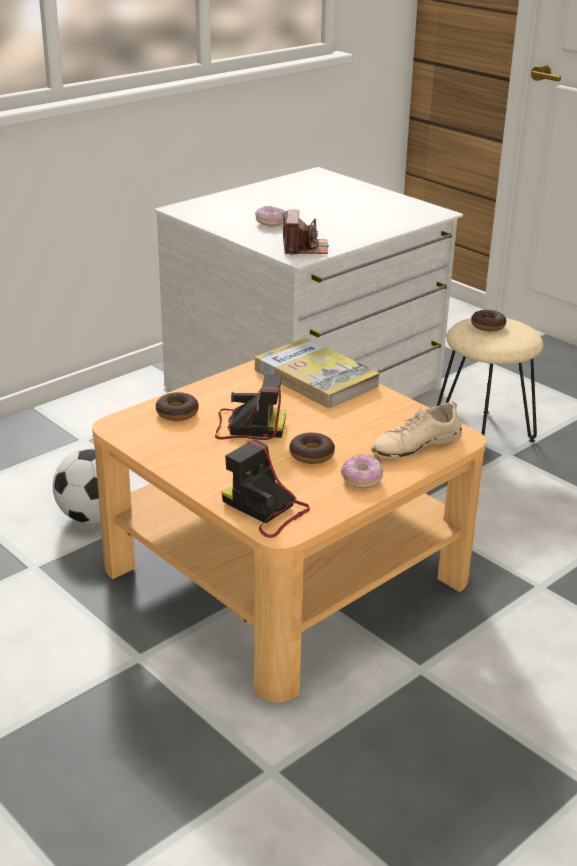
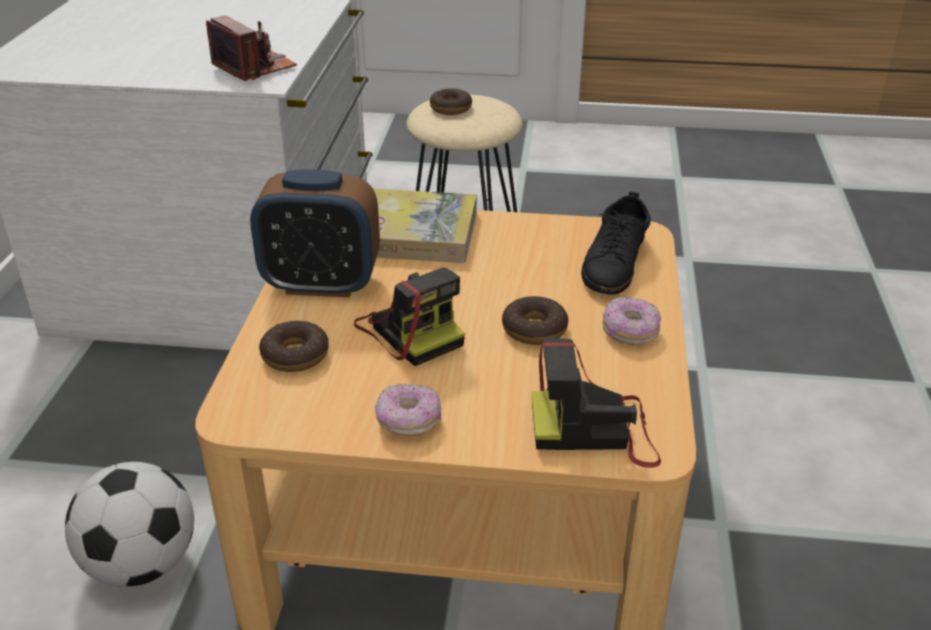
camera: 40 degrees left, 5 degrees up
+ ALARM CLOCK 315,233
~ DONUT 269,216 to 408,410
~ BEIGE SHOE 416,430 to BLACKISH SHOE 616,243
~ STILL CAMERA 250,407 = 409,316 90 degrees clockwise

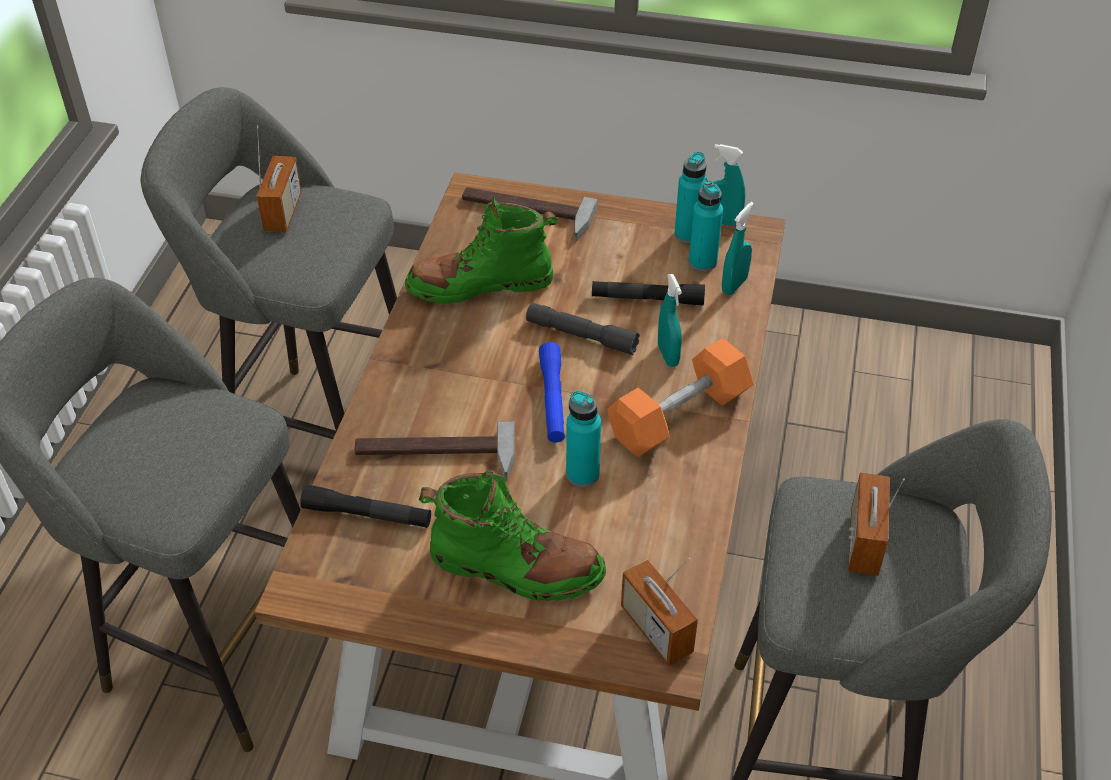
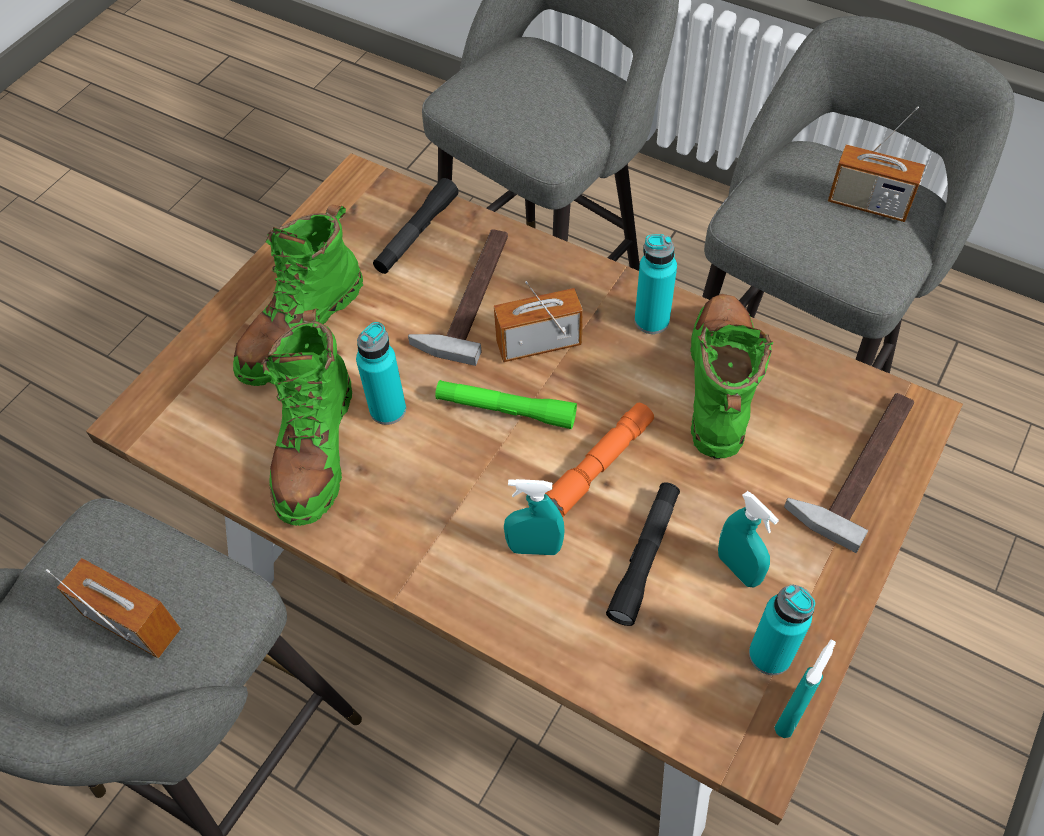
camera: 110 degrees right, 10 degrees up
- ORANGE FREE WEIGHT 680,397
+ GREENISH BOOT 306,417
~ RADIO 659,611 to 538,321
~ BLUE-GREEN DRINK BOTTLE 706,226 to 656,284
~ BLUE-GREEN SPRAYER 738,248 to 748,539
~ GREYISH FLASHLIGHT 583,329 to ORANGE FLASHLIGHT 599,460
~ BLUE FLASHLIGHT 552,392 to GREENISH FLASHLIGHT 506,404

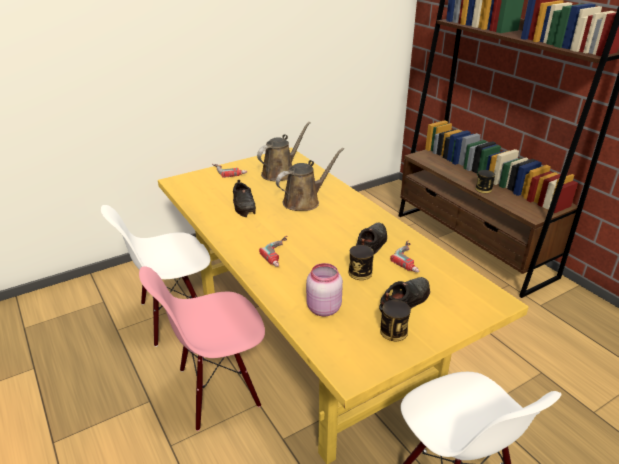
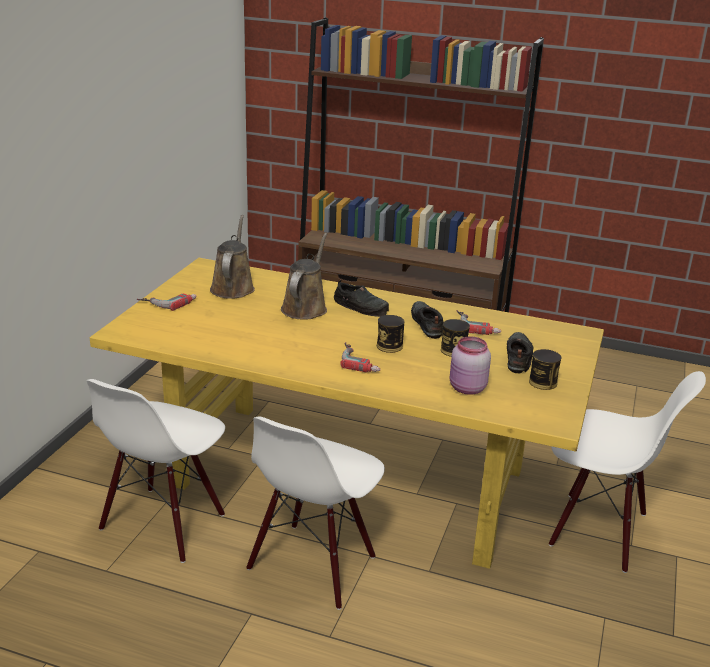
camera: 40 degrees left, 5 degrees down
~ BLACKISH SHOE 244,198 to 361,298
~ CAN 485,181 to 390,334
~ PINKISH CHAIR 202,348 to WHITE CHAIR 315,513

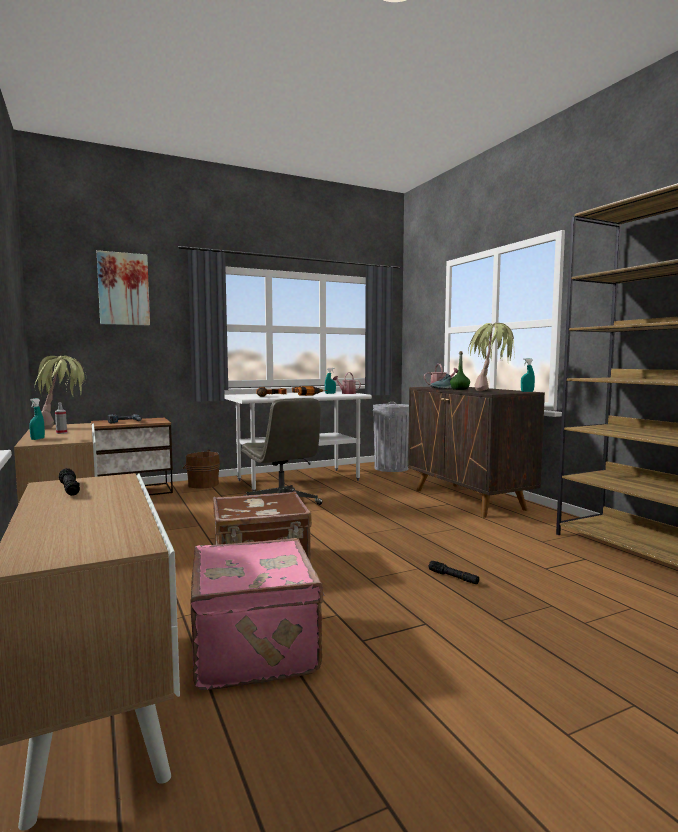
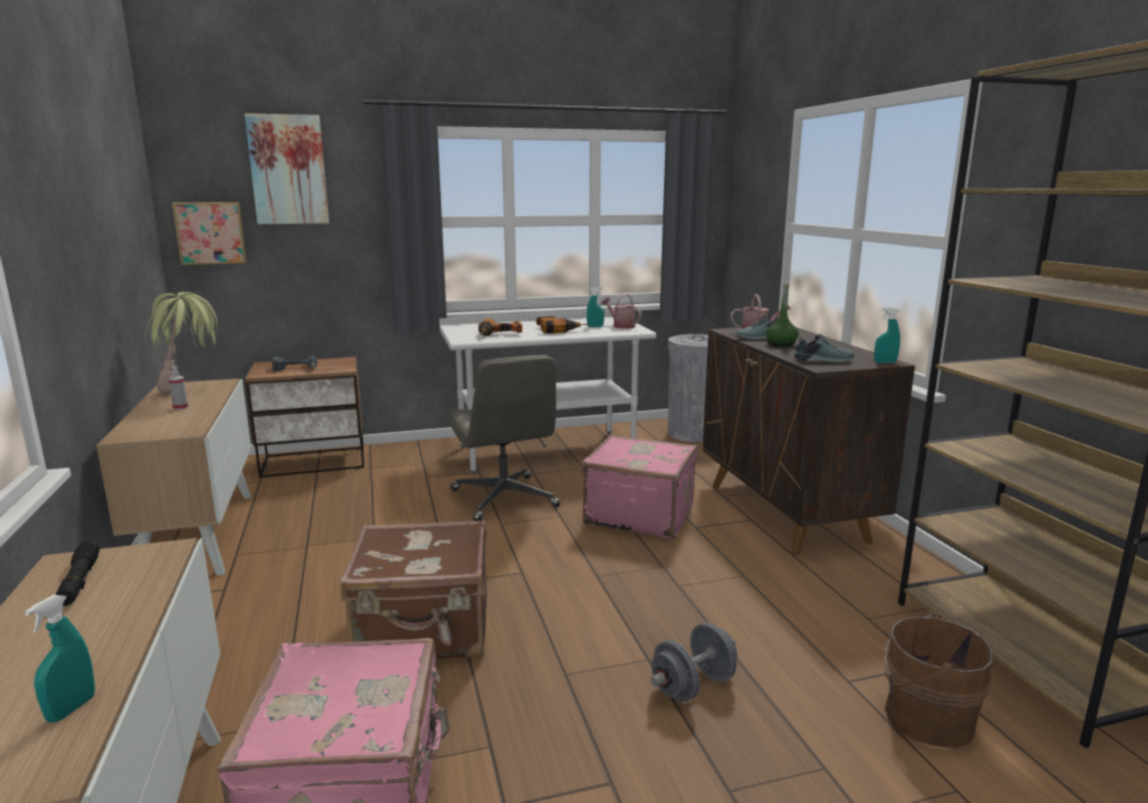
camera: 10 degrees right, 10 degrees up
+ WALL ART 209,233
+ PINKISH TRAVEL CASE 640,487
~ BLUE-GREEN SPRAYER 37,419 to 60,658
~ BROWN-COLOURED WATER BUCKET 201,469 to 938,680
~ BLACKISH FLASHLIGHT 454,572 to GREYISH FREE WEIGHT 694,662
~ HOUSEPLANT 491,357 to SHOE 824,348

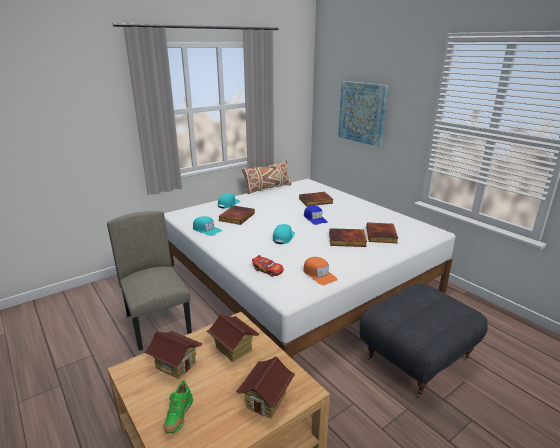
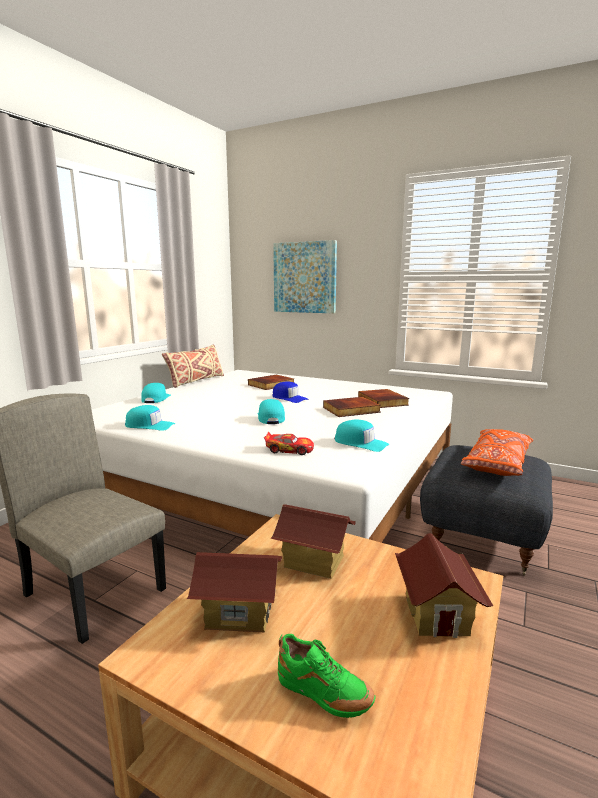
camera: 25 degrees left, 10 degrees down
- VOLUME 236,215
+ ORANGE CUSHION 497,452
~ ORANGE CAP 320,271 to BLUE-GREEN CAP 361,436
~ GREENISH SHOE 178,407 = 326,676 45 degrees counterclockwise

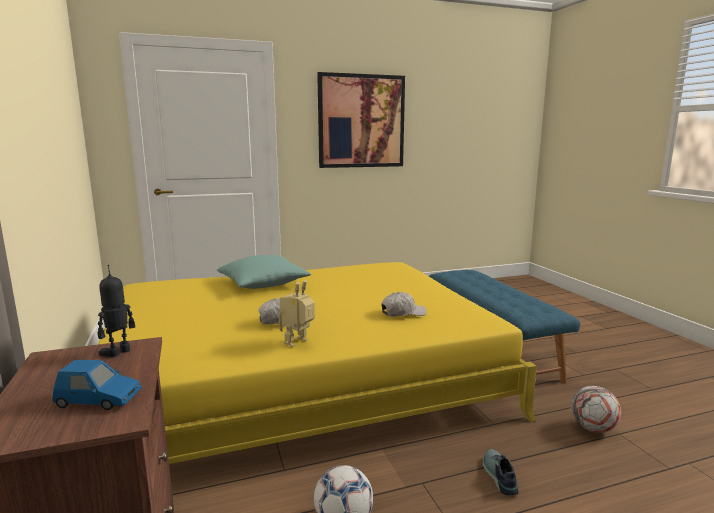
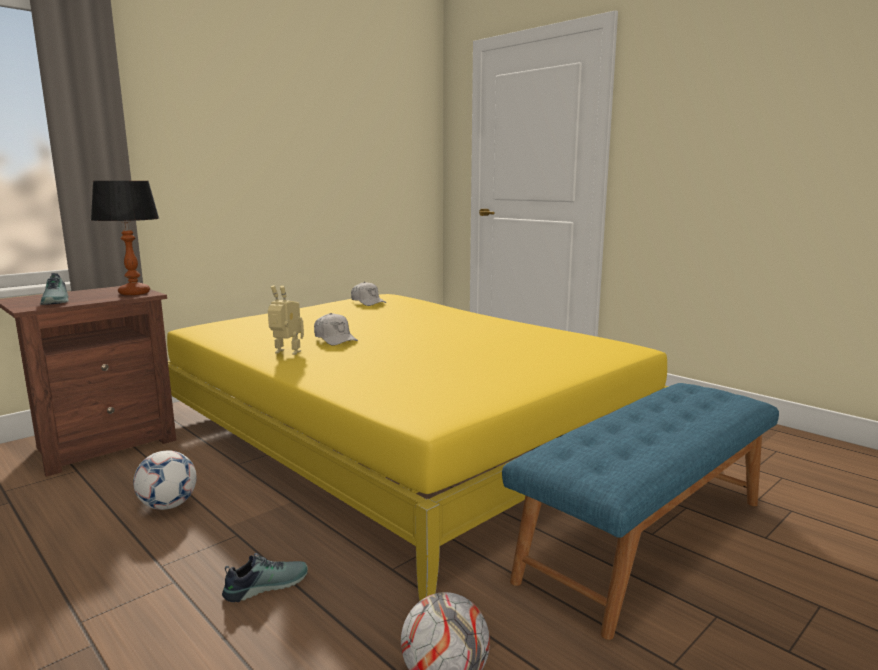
camera: 65 degrees right, 0 degrees up
- BLUE-GREEN CUSHION 264,272
- WALL ART 361,120
~ WHITE CAP 404,304 to 368,294
~ BLUE MINIATURE CAR 97,385 to SHOE 54,289
~ ROBOT FIGURE 116,311 to TABLETOP LAMP 125,238

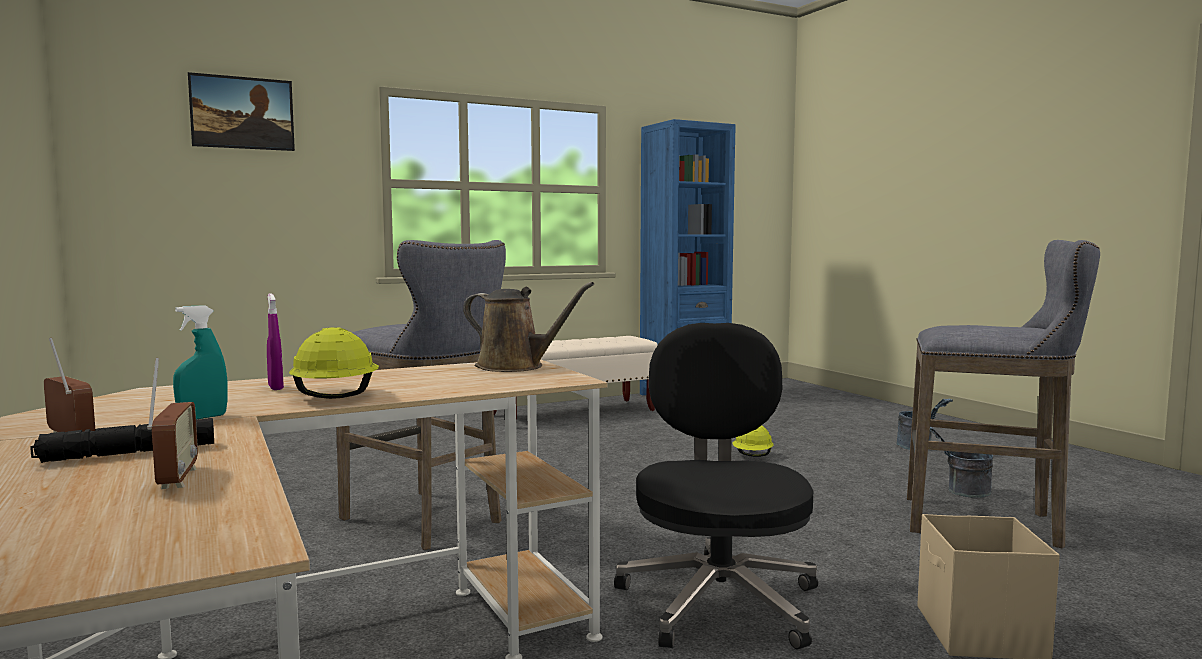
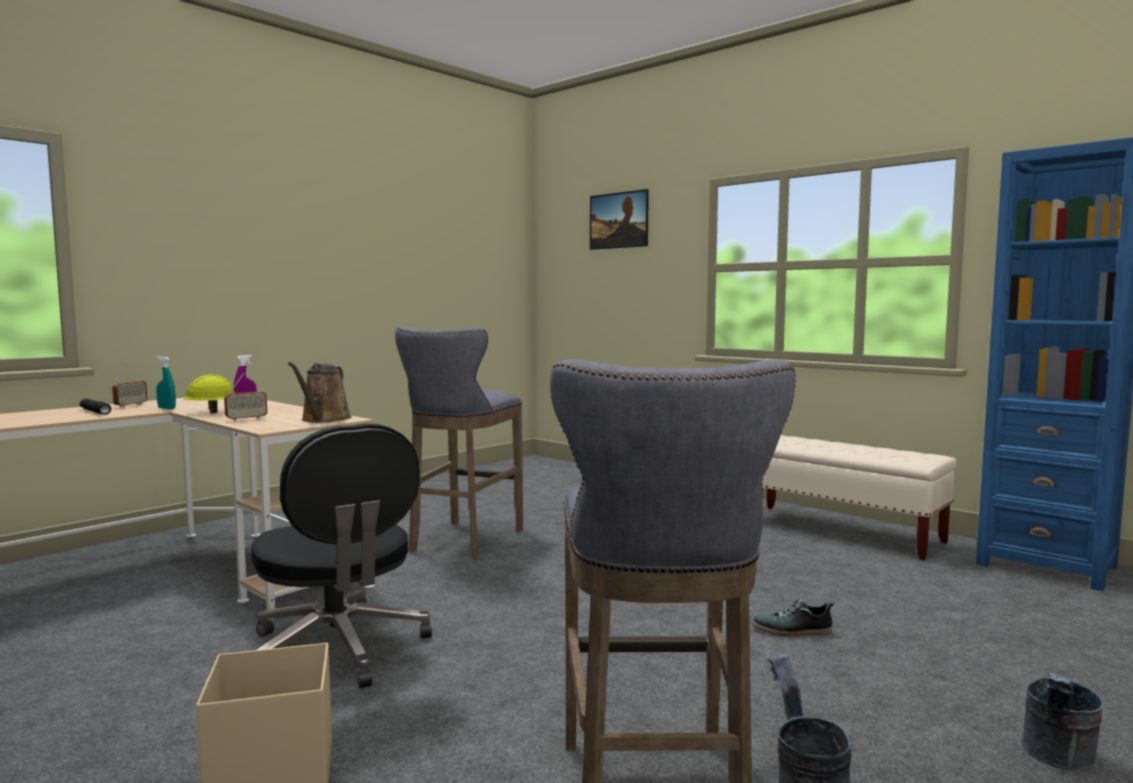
camera: 70 degrees right, 0 degrees up
~ RADIO 172,423 to 245,397
~ YELLOW SAFETY HELMET 753,441 to SHOE 793,617
~ BLACKISH DESK CHAIR 716,486 = 341,556 75 degrees clockwise

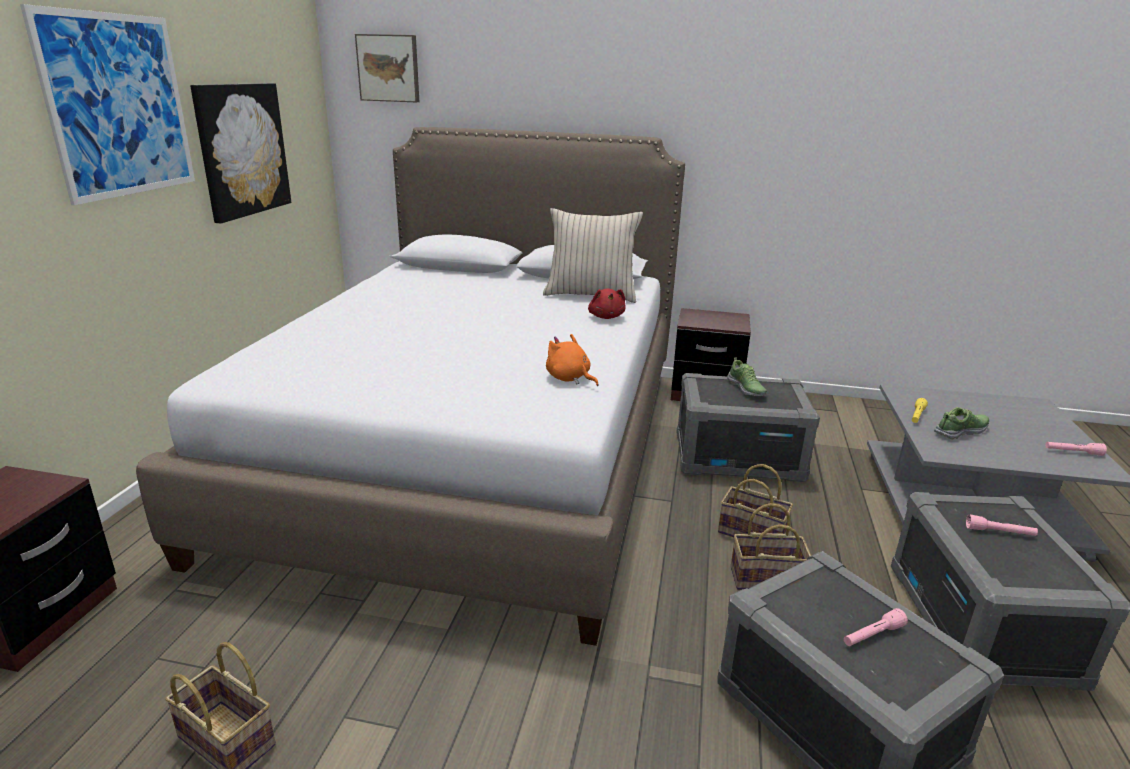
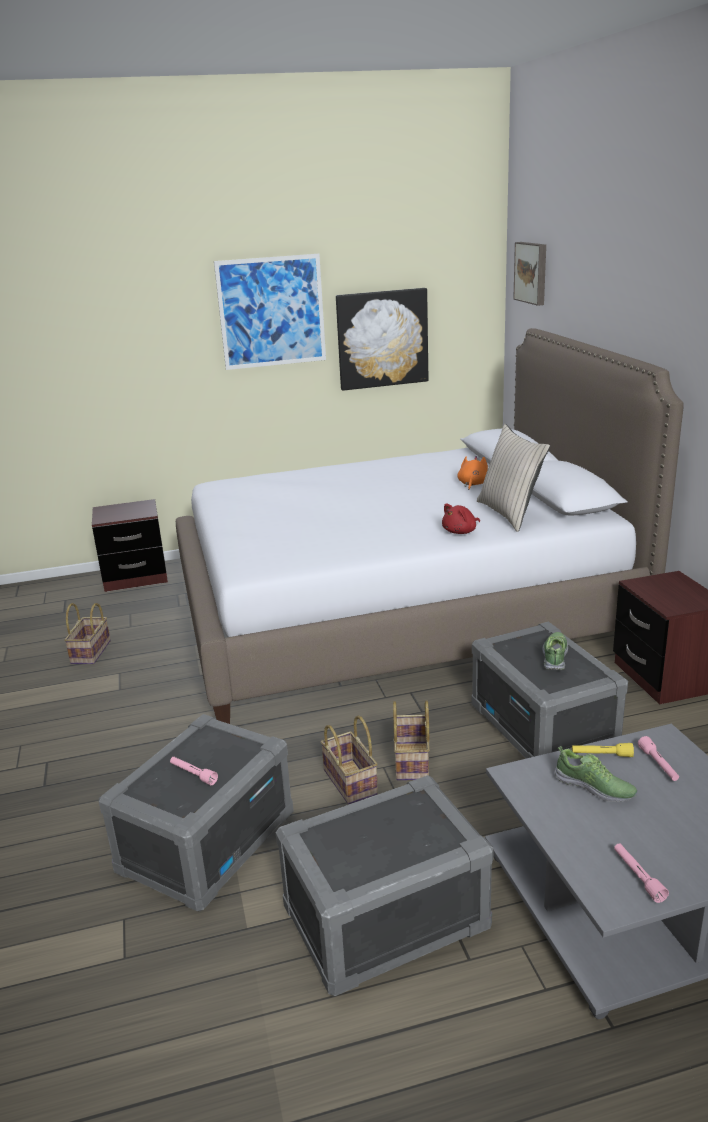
camera: 65 degrees right, 0 degrees up
~ ORANGE CUDDLY TOY 572,360 to 472,473
~ PINKISH FLASHLIGHT 1002,525 to 658,758
~ SHOE 747,376 = 555,651 150 degrees clockwise

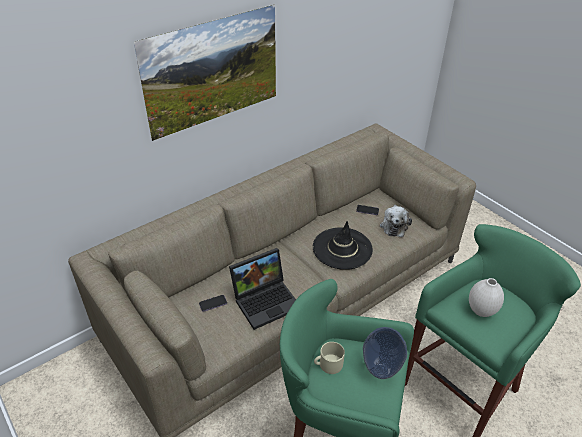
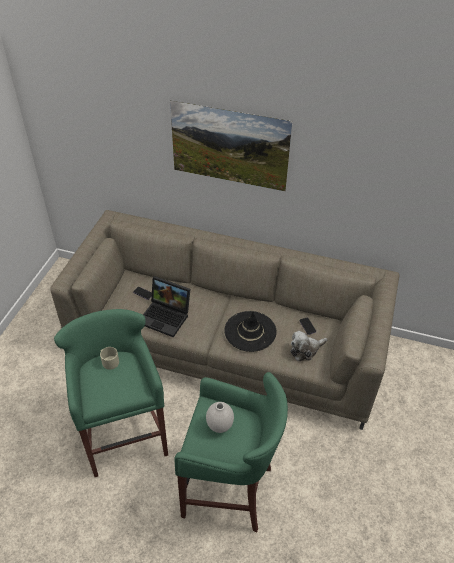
camera: 55 degrees right, 5 degrees up
- VASE 385,353

